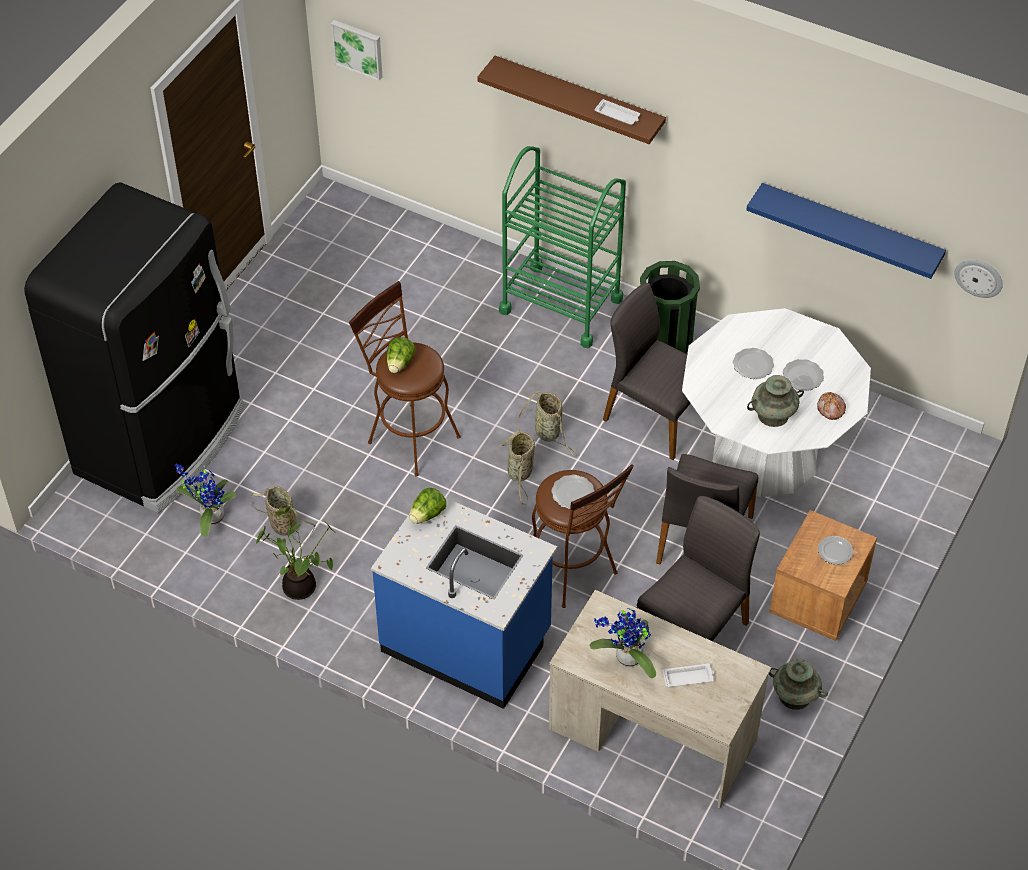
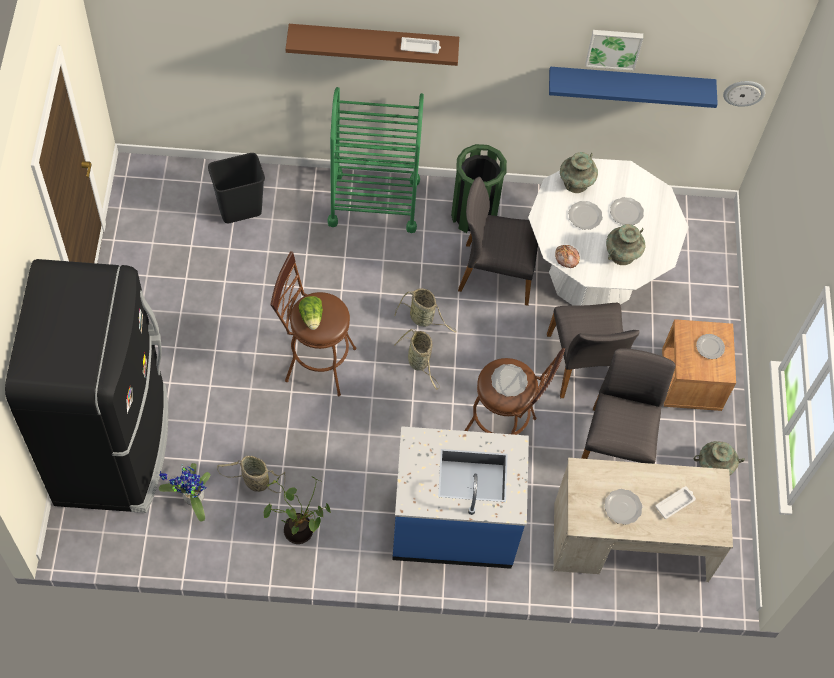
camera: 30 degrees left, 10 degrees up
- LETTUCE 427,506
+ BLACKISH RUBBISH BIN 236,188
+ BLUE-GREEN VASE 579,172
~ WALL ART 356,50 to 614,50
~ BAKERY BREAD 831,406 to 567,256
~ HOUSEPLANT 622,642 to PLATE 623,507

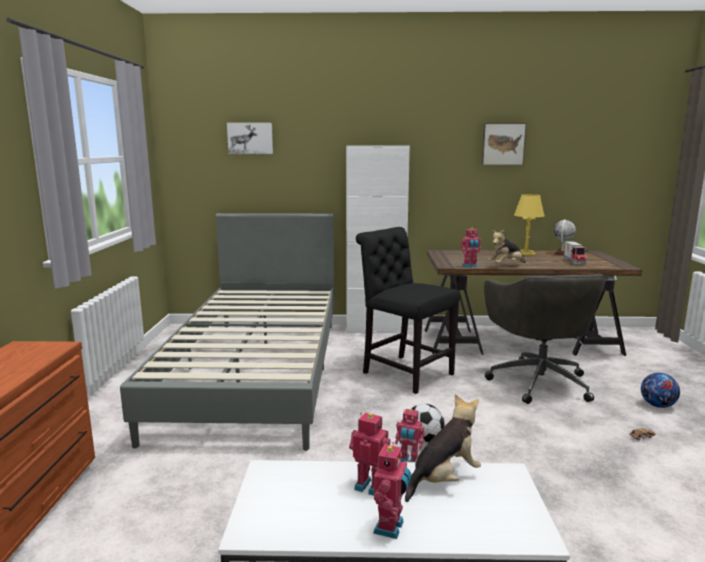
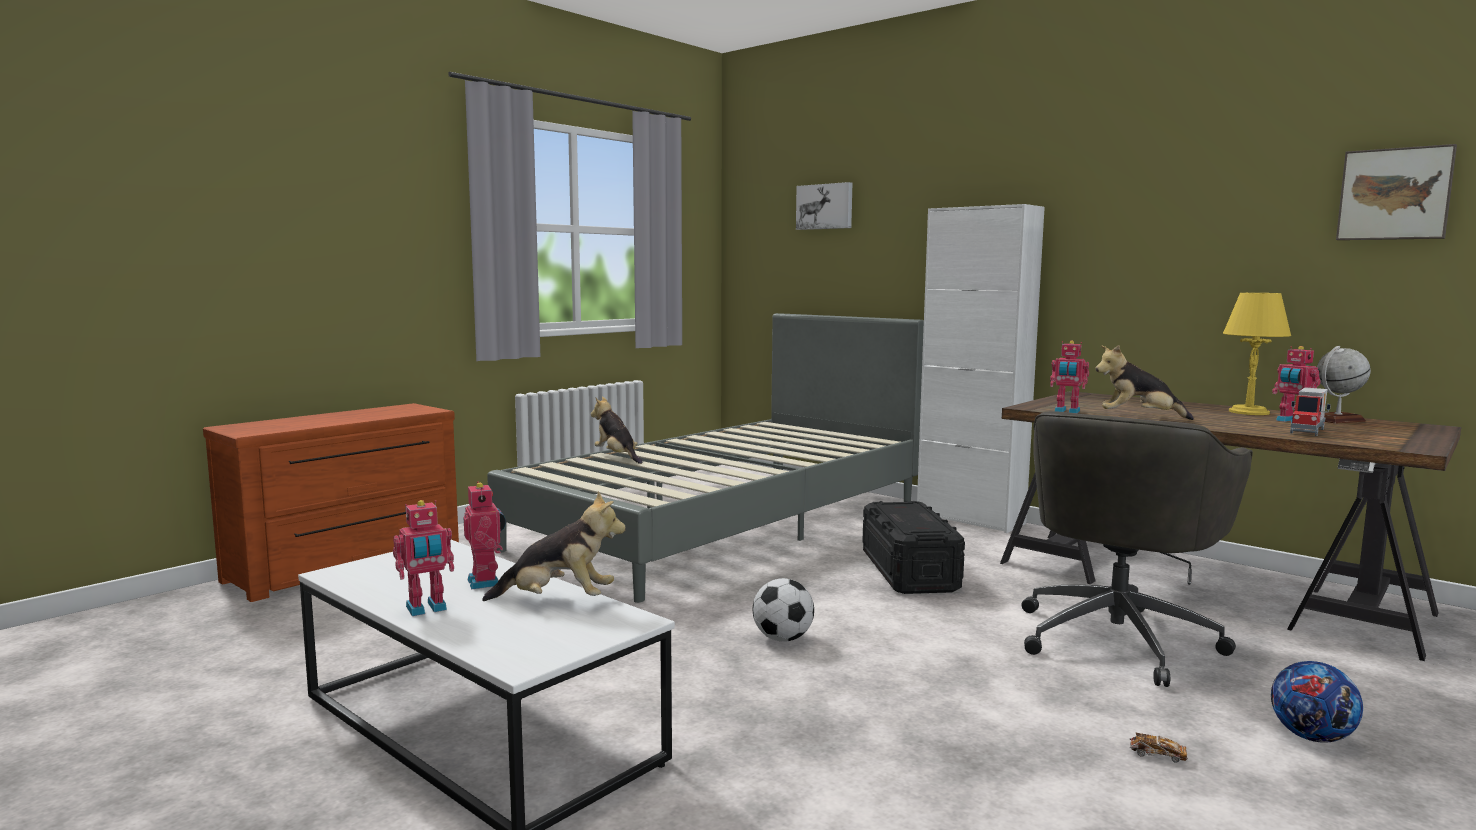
camera: 40 degrees right, 5 degrees down
+ CUDDLY TOY 617,430
~ ROBOT FIGURE 410,435 to 1296,384
~ WALL ART 504,144 to 1396,192
~ BLACKISH CHAIR 408,310 to BLACKISH STORAGE CONTAINER 913,547

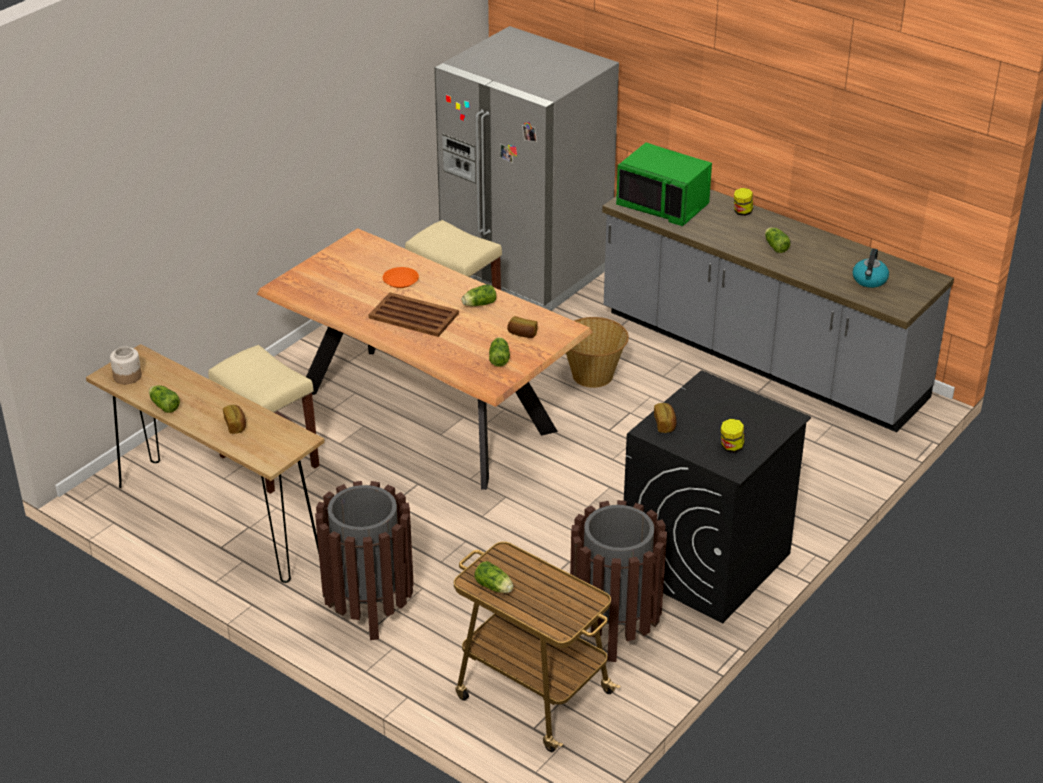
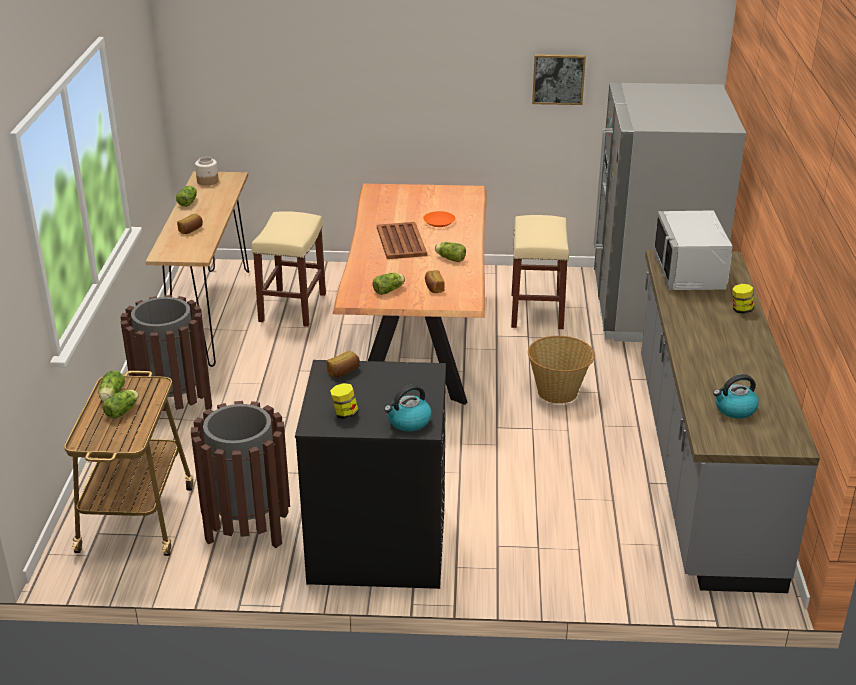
camera: 55 degrees right, 5 degrees down
+ WATER KETTLE 407,408
+ WALL ART 559,79
~ LETTUCE 777,240 to 120,404
~ GREENISH MICROWAVE OVEN 664,184 to GREYISH MICROWAVE OVEN 693,250

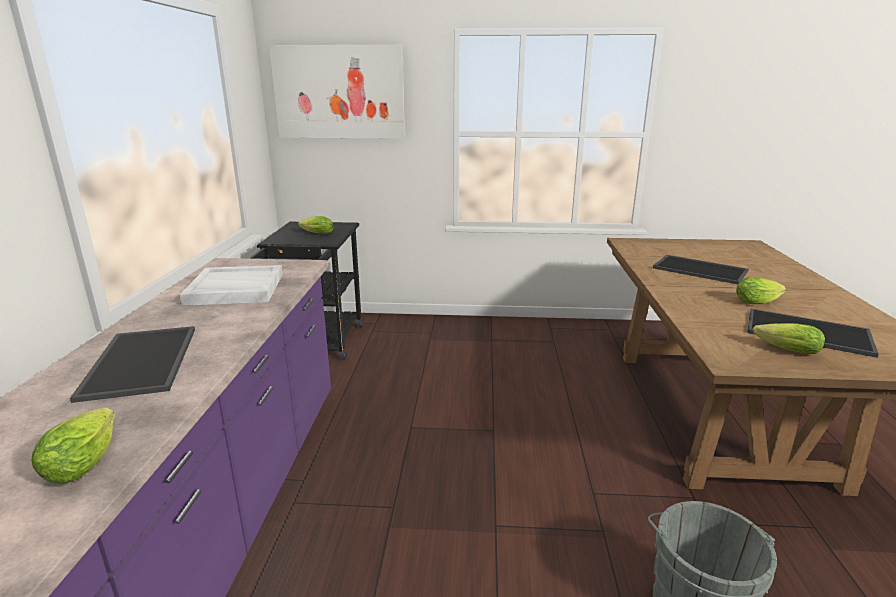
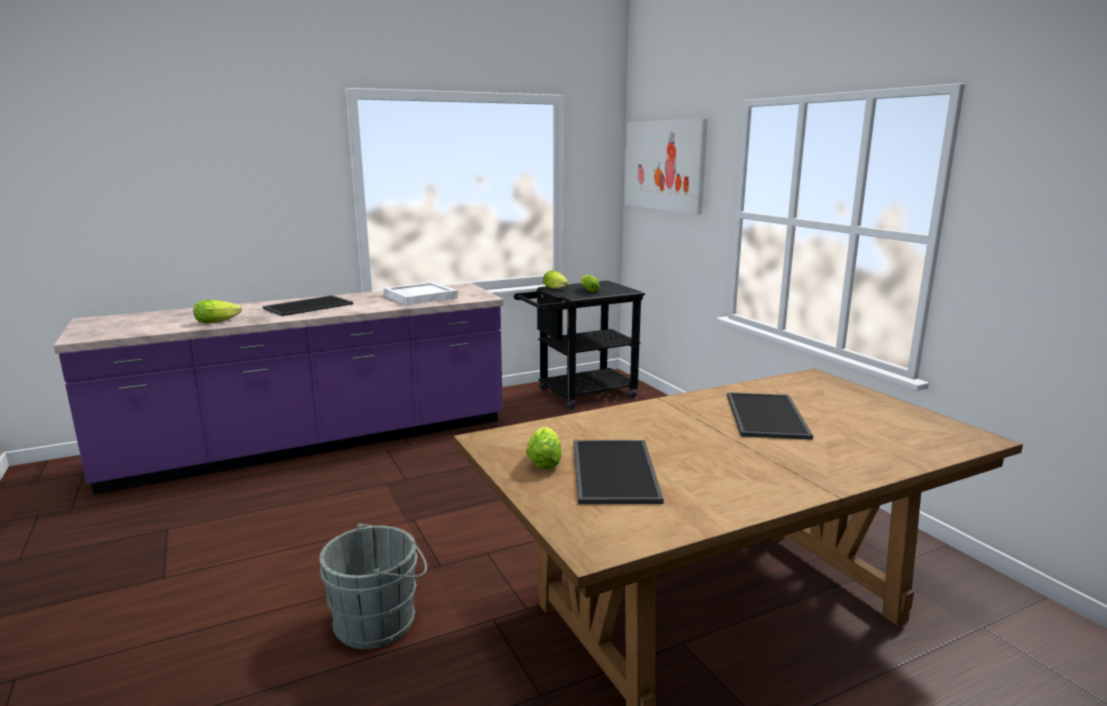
camera: 60 degrees right, 5 degrees down
~ LETTUCE 761,290 to 556,279

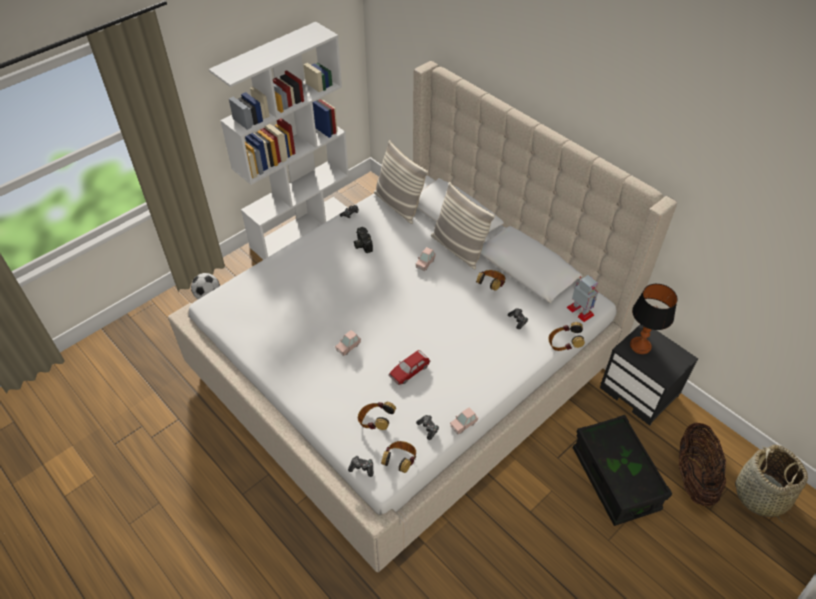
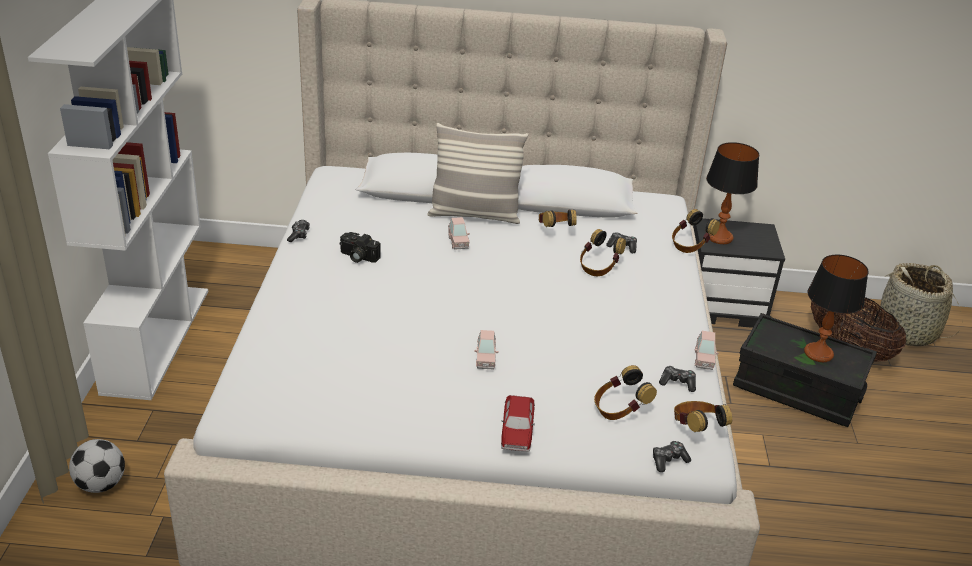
camera: 45 degrees left, 15 degrees down
- CUSHION 401,182
- ROBOT FIGURE 582,298
+ PAIR OF HEADPHONES 603,252
+ TABLETOP LAMP 836,308
~ MINIATURE CAR 409,367 to 518,423

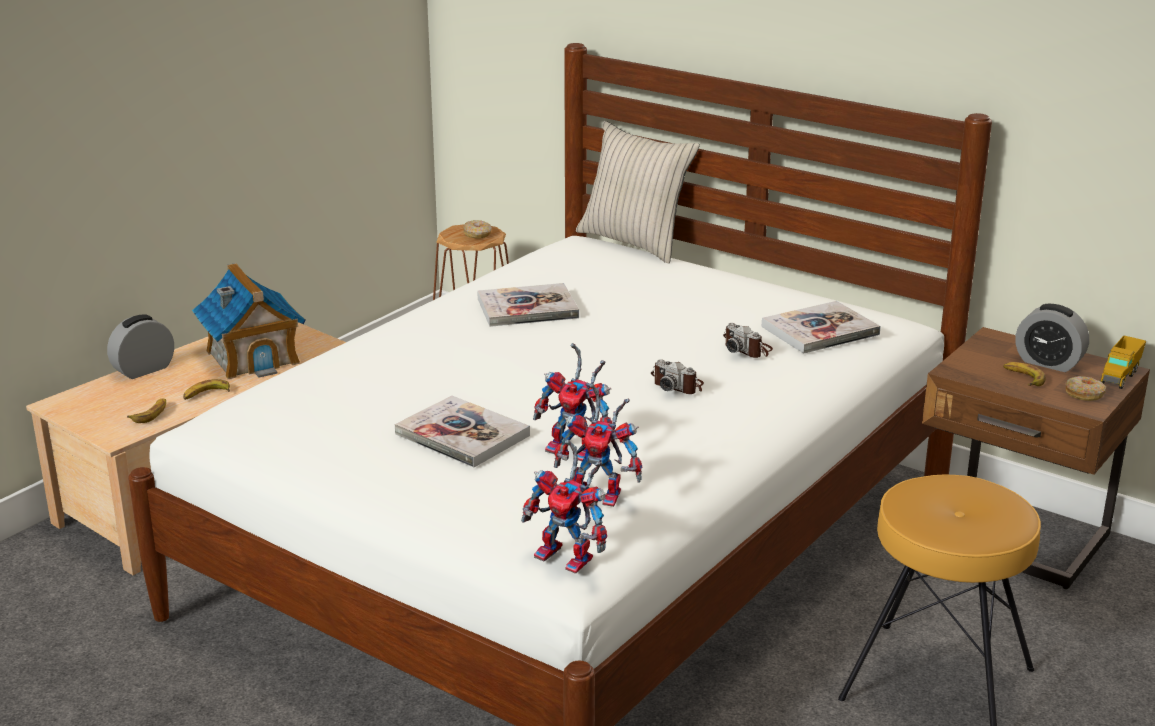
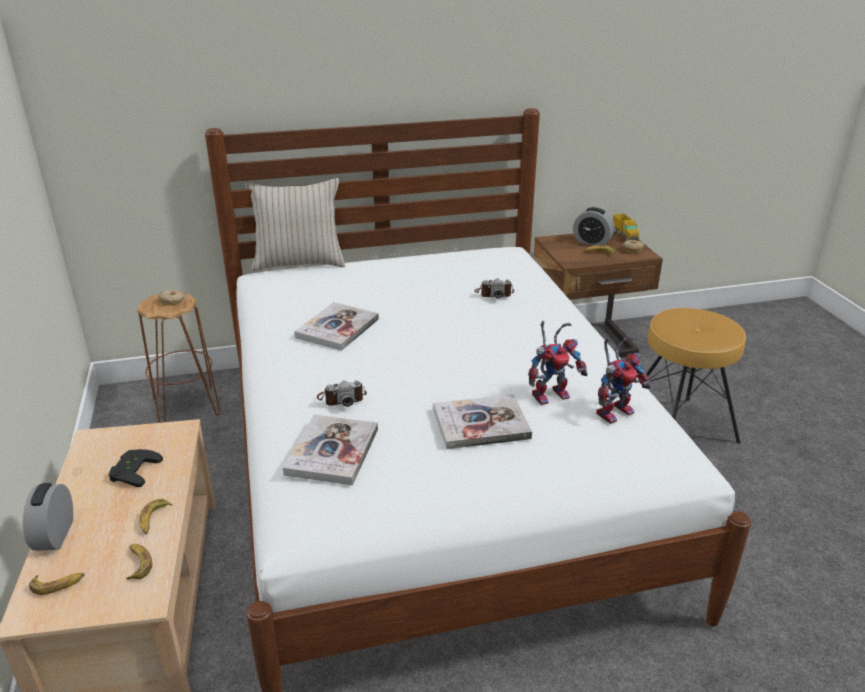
camera: 50 degrees left, 5 degrees up
- ROBOT FIGURE 564,506
+ BANANA 57,584
~ STILL CAMERA 677,376 to 342,394
~ VOLUME 821,327 to 330,449
~ MODEL HOUSE 248,321 to BLACKISH GAMEPAD 136,468
~ ALARM CLOCK 1052,338 = 593,226 45 degrees clockwise

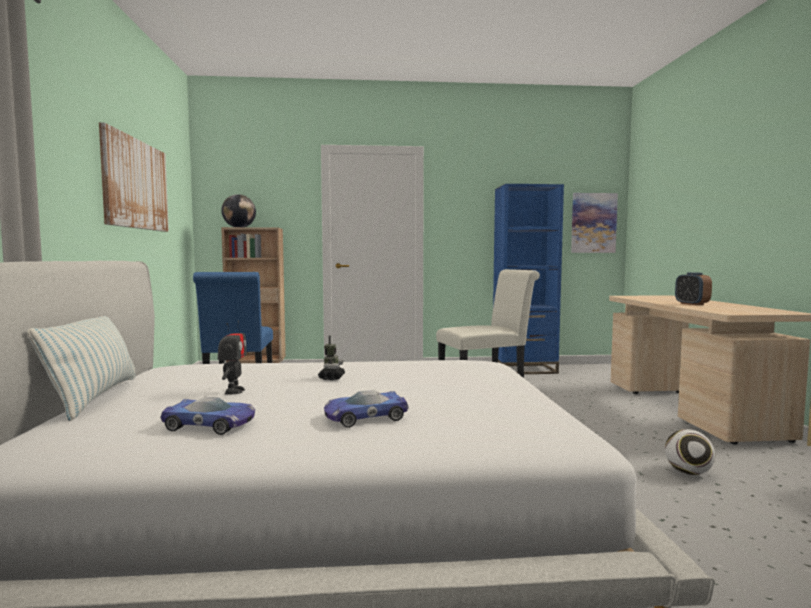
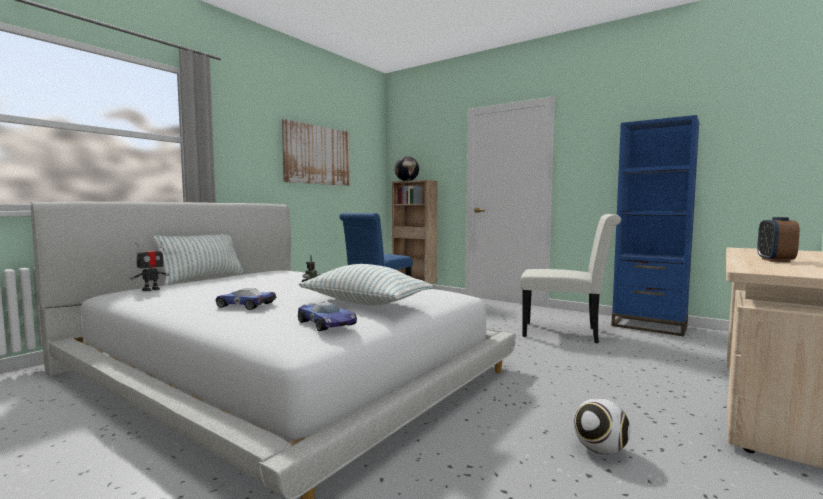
camera: 40 degrees right, 0 degrees up
- WALL ART 594,223
+ CUSHION 366,284
~ MINIATURE CAR 207,416 to 327,316
~ ROBOT FIGURE 232,357 to 149,266

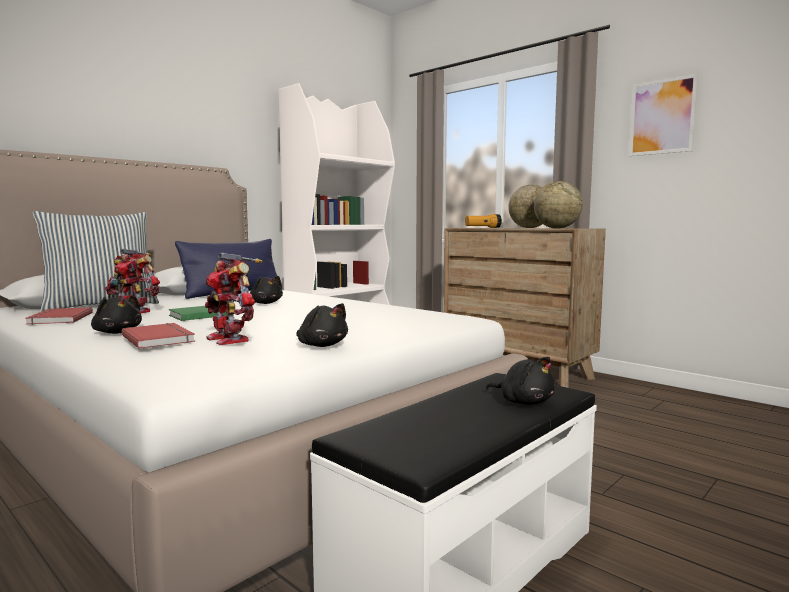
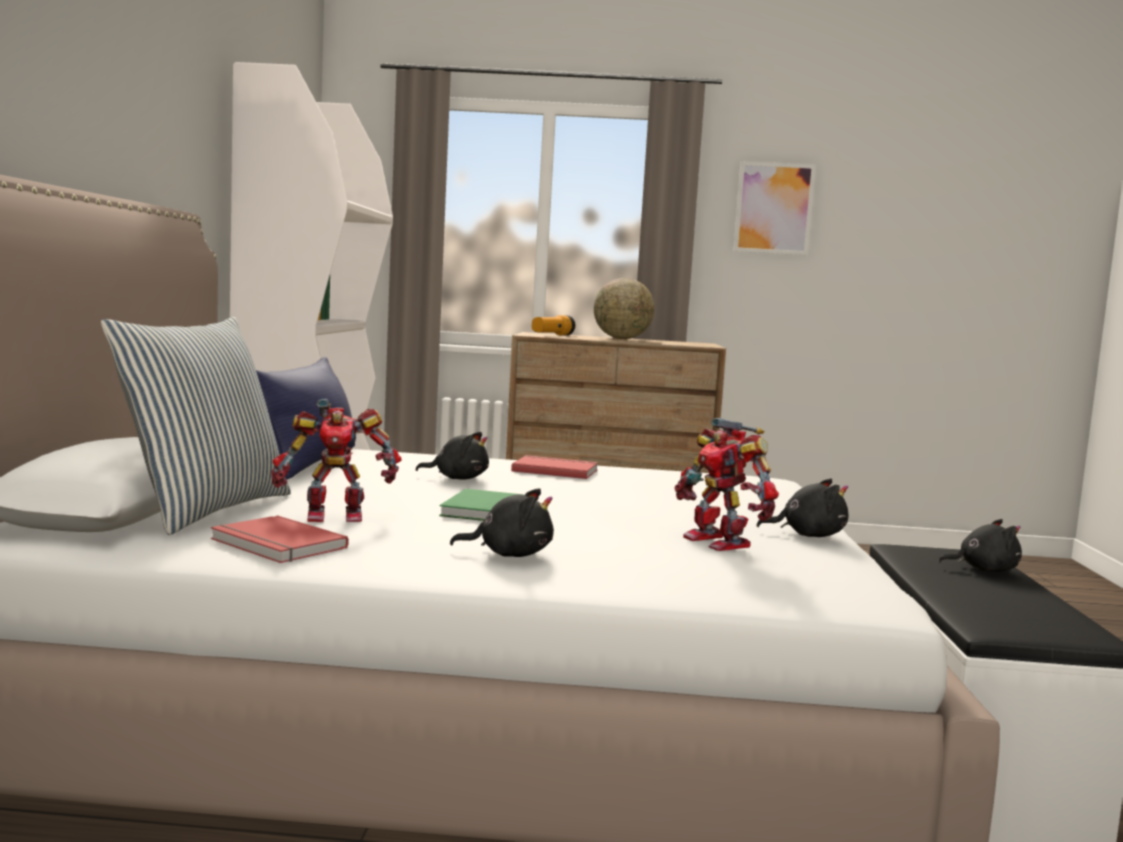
camera: 40 degrees left, 0 degrees up
- DESK GLOBE 558,204
~ RED-COLOURED VOLUME 158,336 to 554,467
~ ROBOT FIGURE 233,299 = 726,484 45 degrees clockwise

